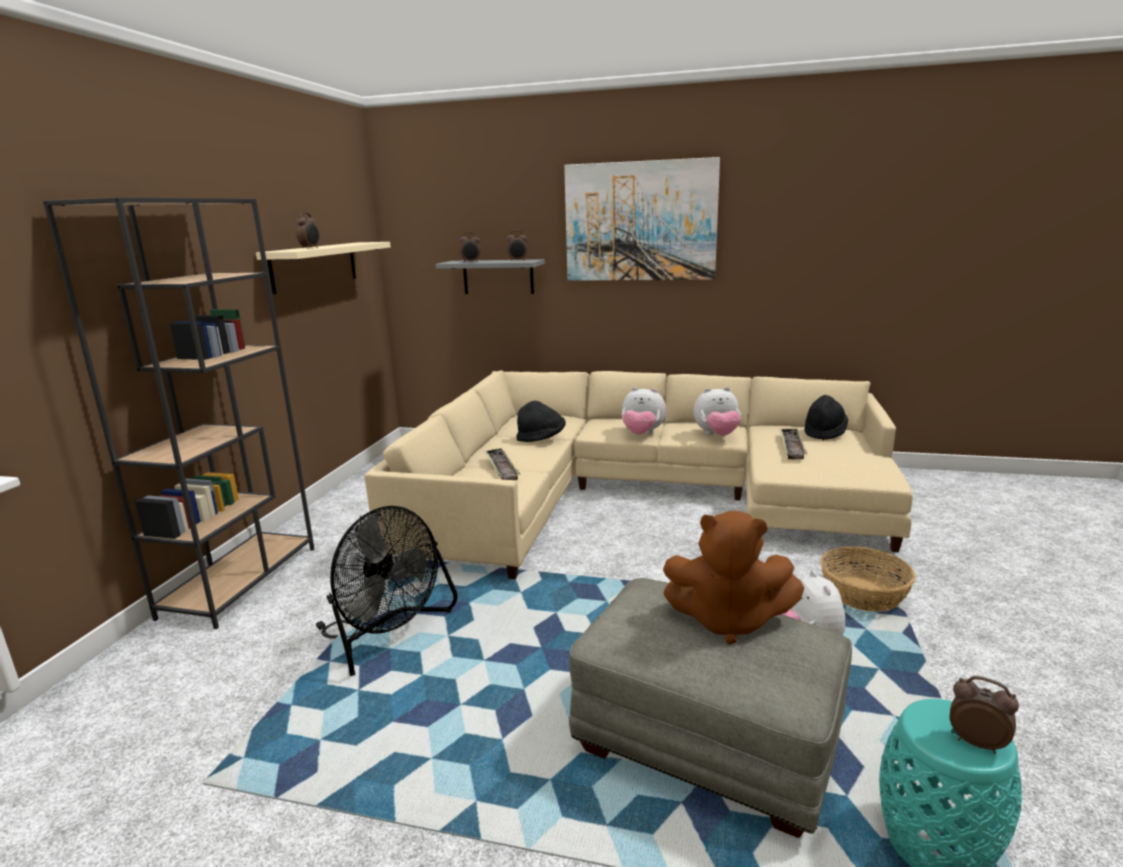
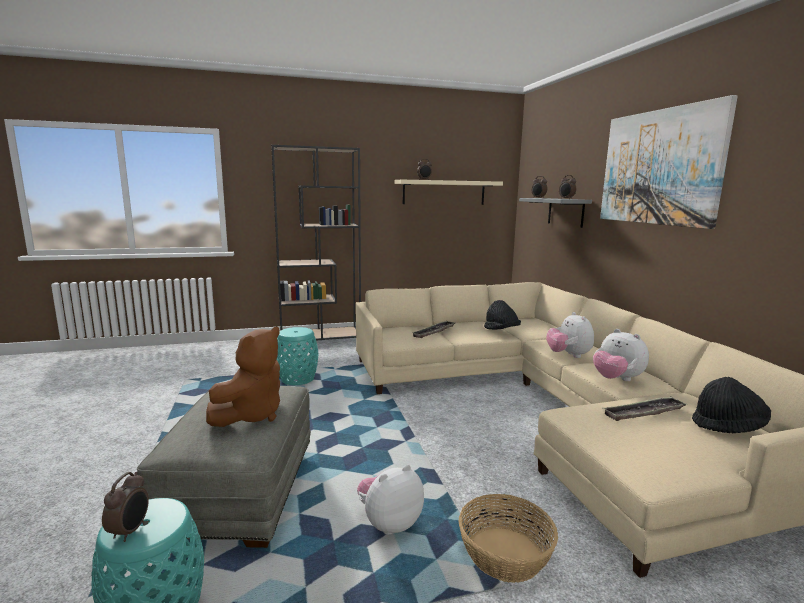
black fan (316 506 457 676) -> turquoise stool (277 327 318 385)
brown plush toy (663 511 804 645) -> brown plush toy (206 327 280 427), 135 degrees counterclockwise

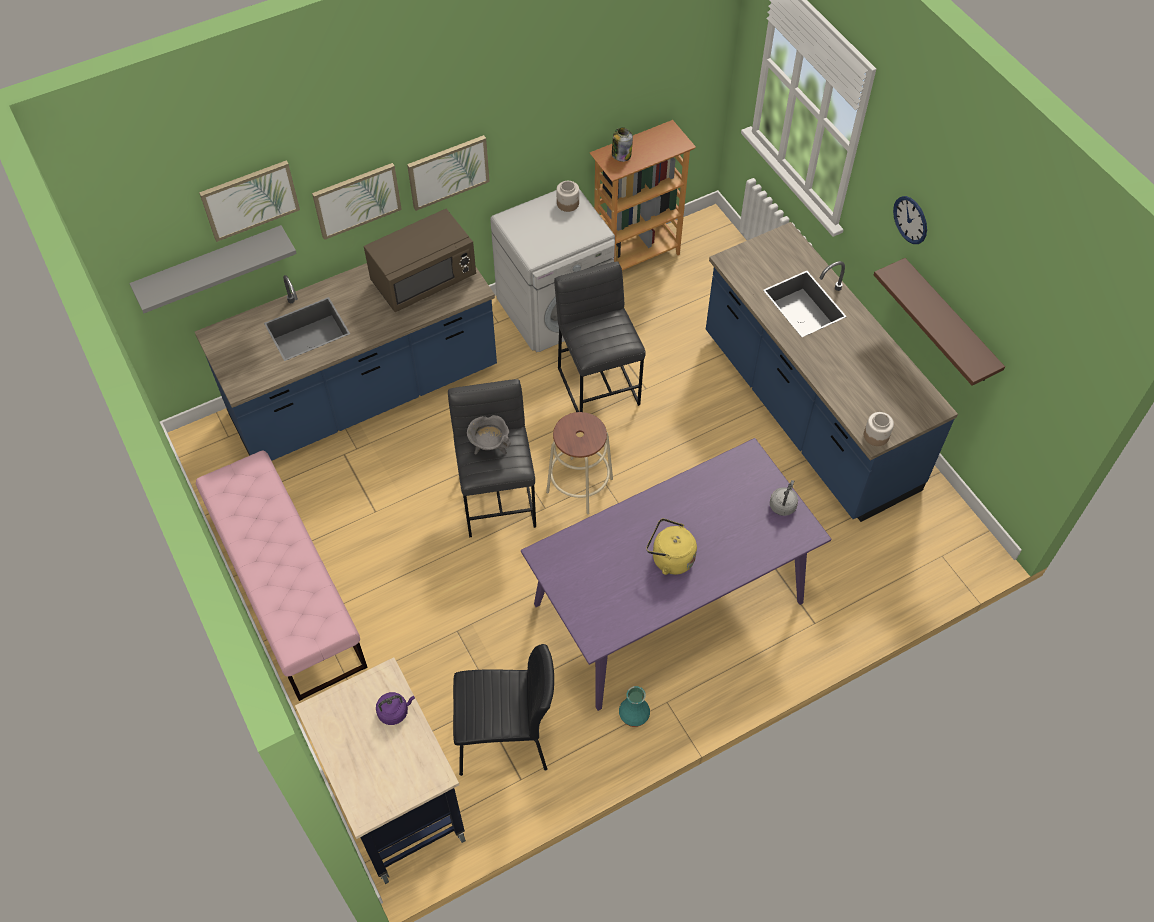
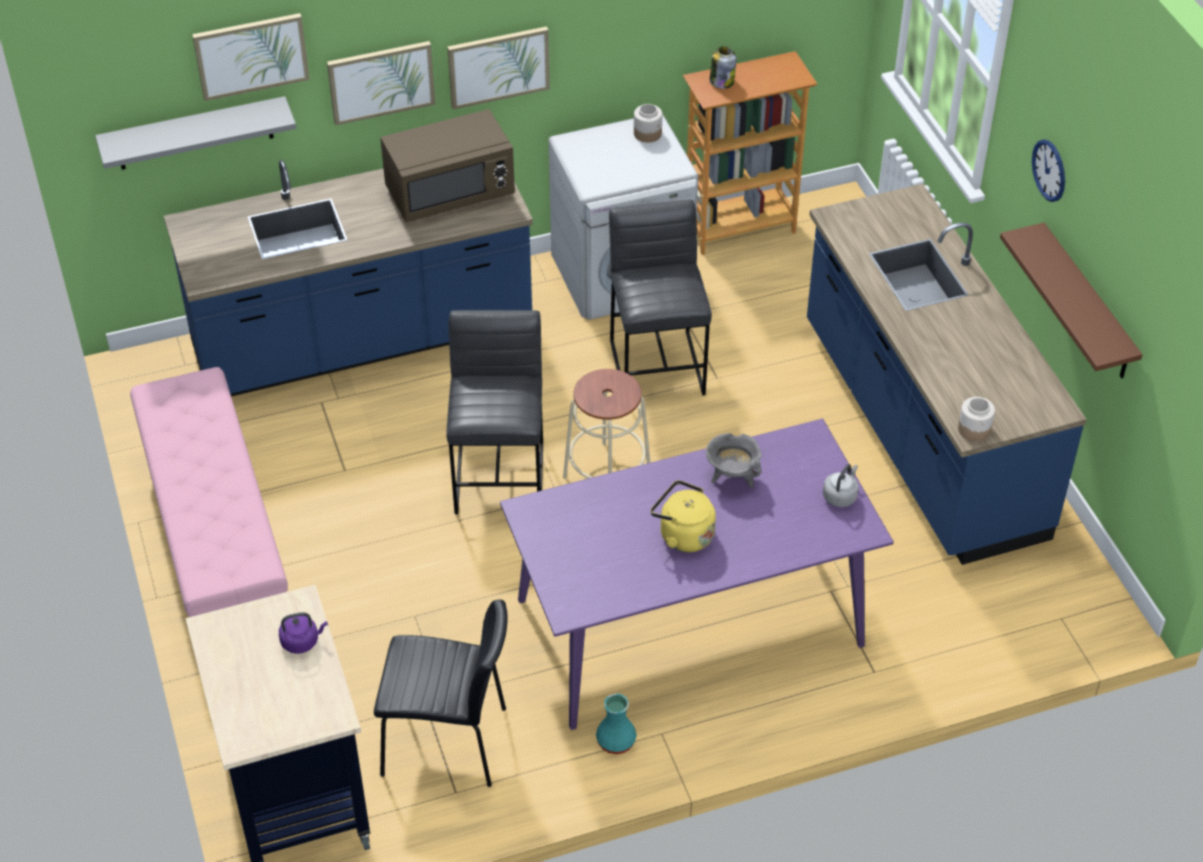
grey cooking pot (467 415 511 454) -> grey cooking pot (706 433 762 488), move

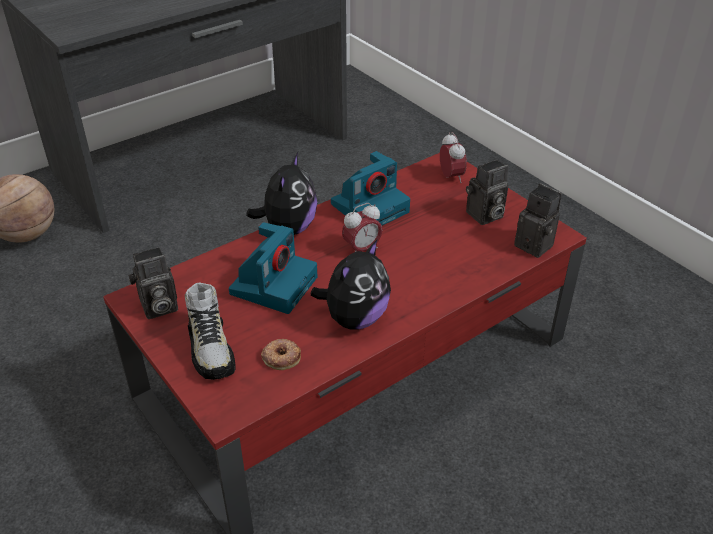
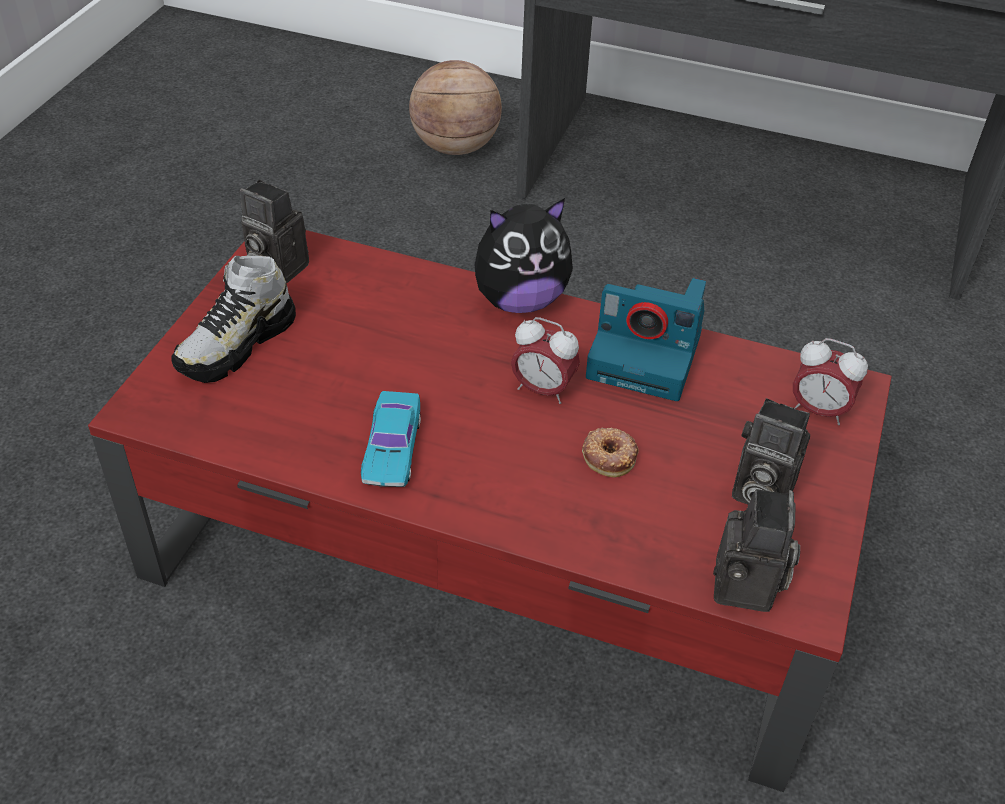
photo camera (229 222 317 314) -> none
donut (261 339 301 370) -> donut (582 428 639 477), move
plush toy (310 239 391 330) -> turquoise toy car (361 391 421 487)
alarm clock (440 132 467 183) -> alarm clock (793 338 868 425), 75 degrees clockwise

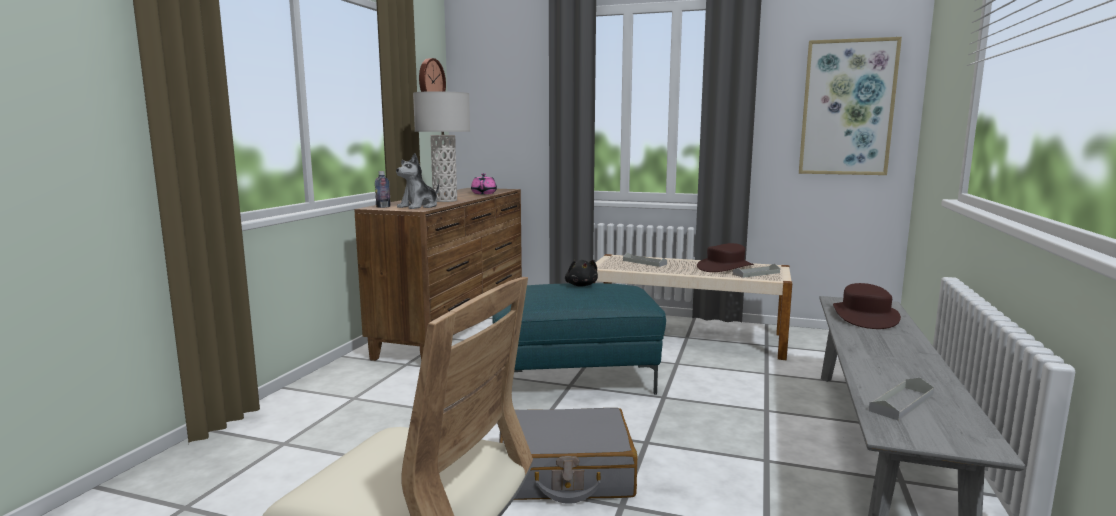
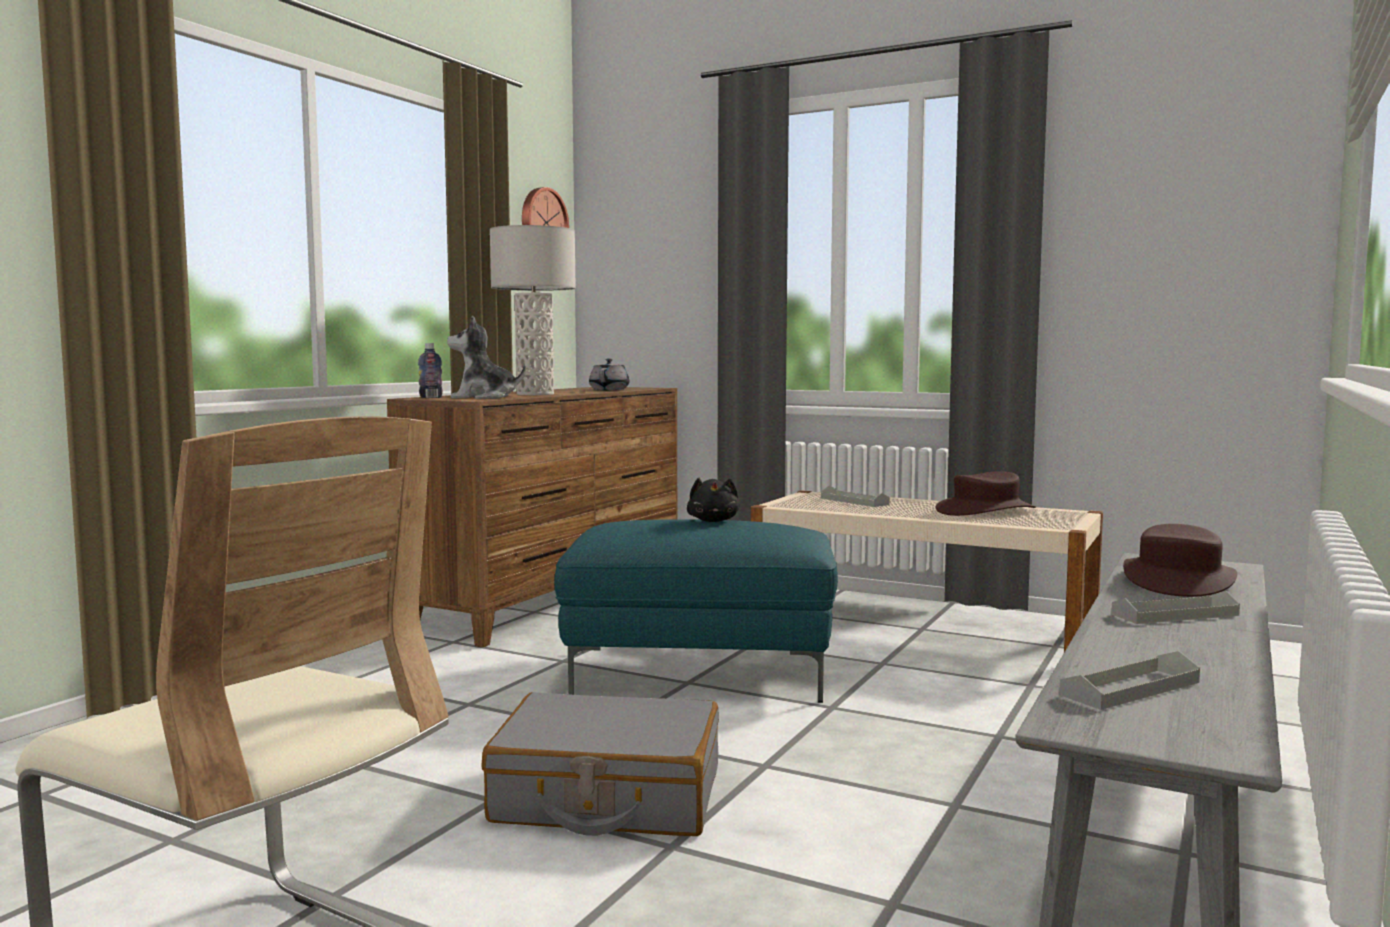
plush toy (396 153 439 209) -> plush toy (447 315 526 399), 45 degrees clockwise
pink teapot (471 173 497 194) -> grey teapot (589 358 630 391)
grey tray (733 264 780 278) -> grey tray (1111 591 1240 624), move
picture (799 37 902 175) -> none

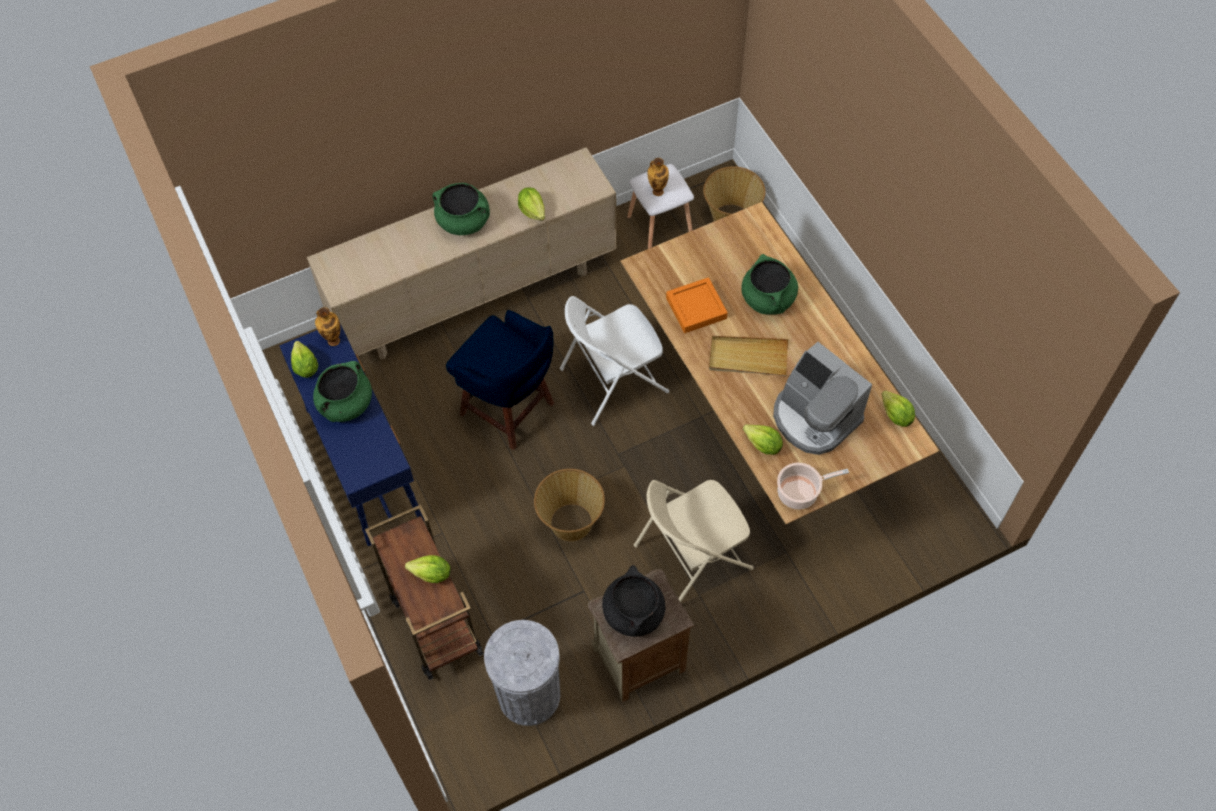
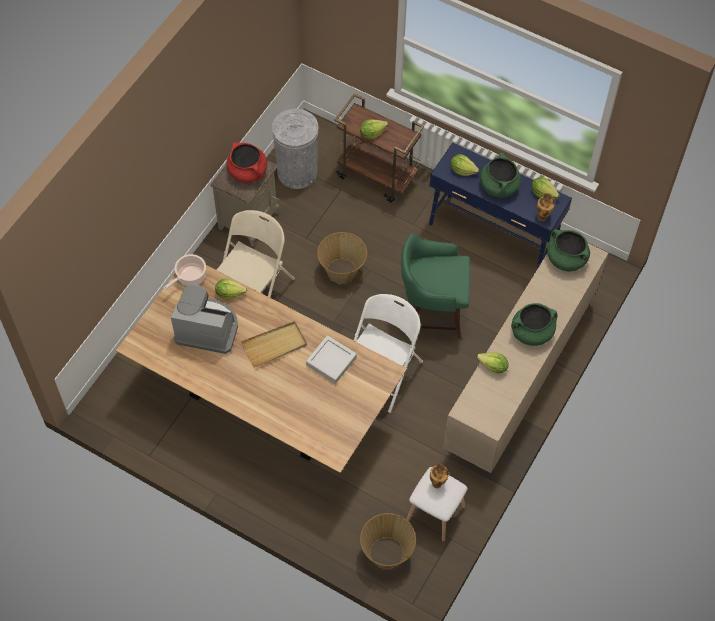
blue stool (446 310 554 450) -> green stool (401 233 470 339)
black cooking pot (602 565 665 637) -> red cooking pot (227 142 267 183)
orange tray (666 278 728 333) -> grey tray (306 335 357 384)
green cooking pot (741 254 798 315) -> green cooking pot (547 229 590 272), move
lettuce (882 390 915 427) -> lettuce (450 154 479 176), move

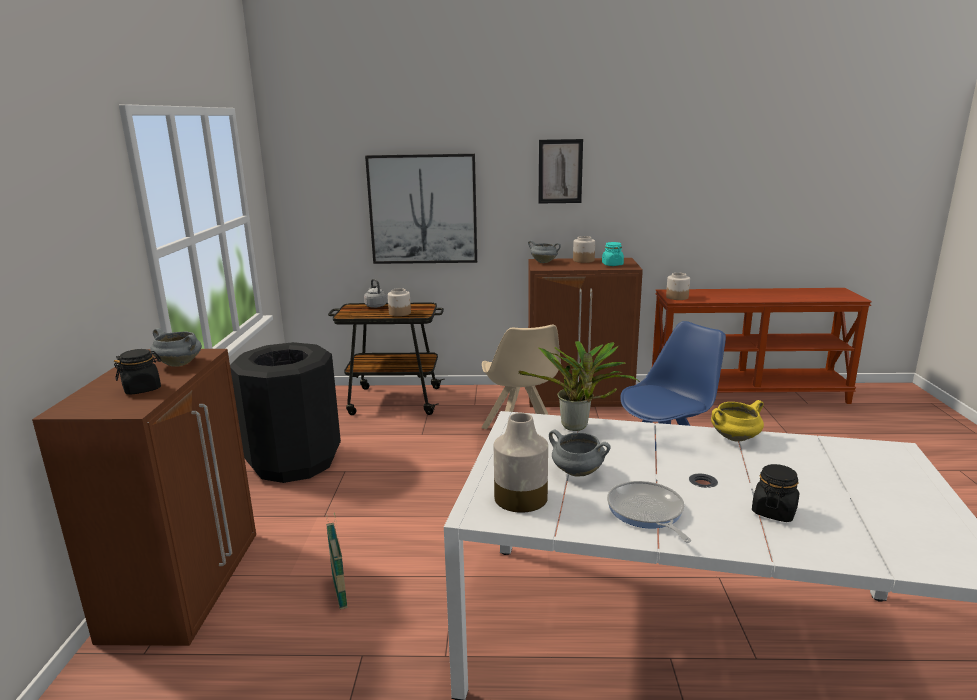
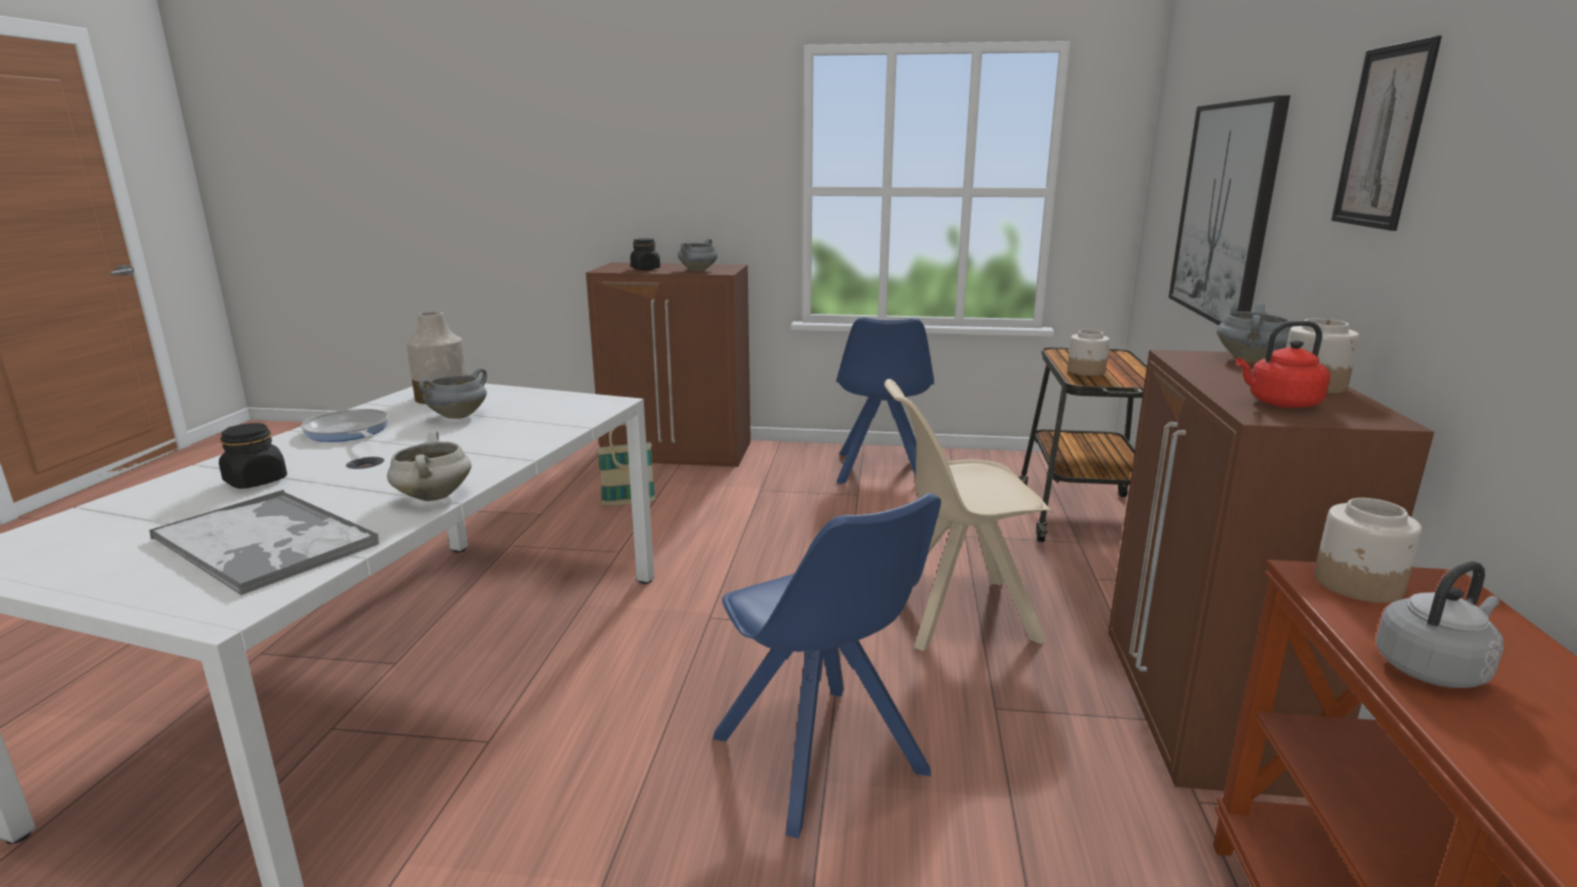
black trash can (230 342 341 483) -> blue chair (836 317 934 484)
grey kettle (364 279 387 308) -> grey kettle (1376 561 1504 688), move
potted plant (518 341 640 431) -> none
turquoise jar (602 242 624 266) -> red kettle (1236 321 1330 408)
frying pan (607 481 691 543) -> frying pan (301 409 389 442), 120 degrees counterclockwise
yellow cooking pot (711 400 764 441) -> white cooking pot (387 430 471 501)
none -> tray (149 490 379 595)

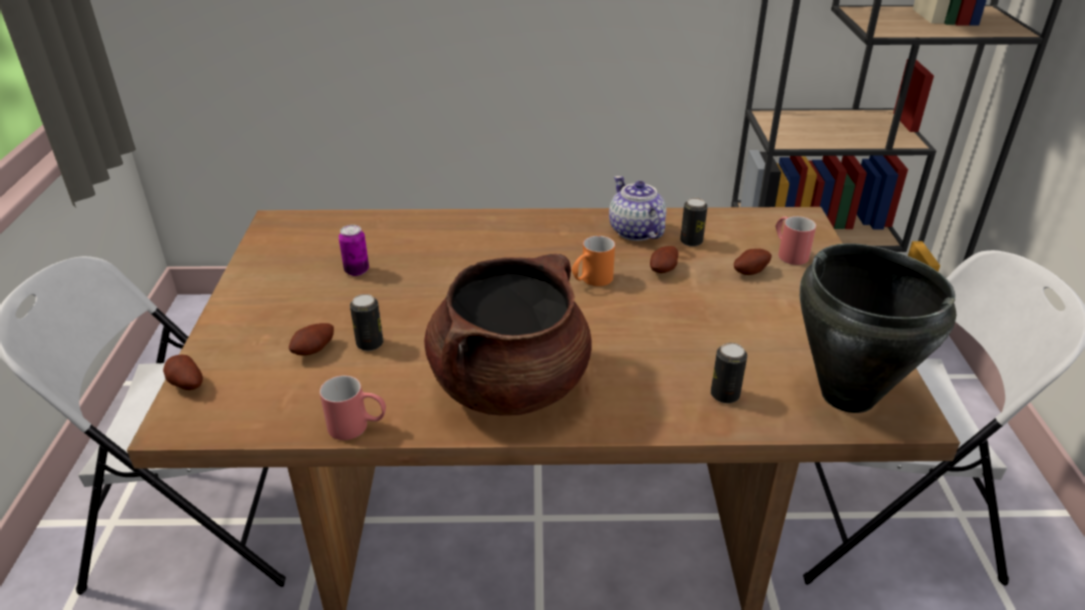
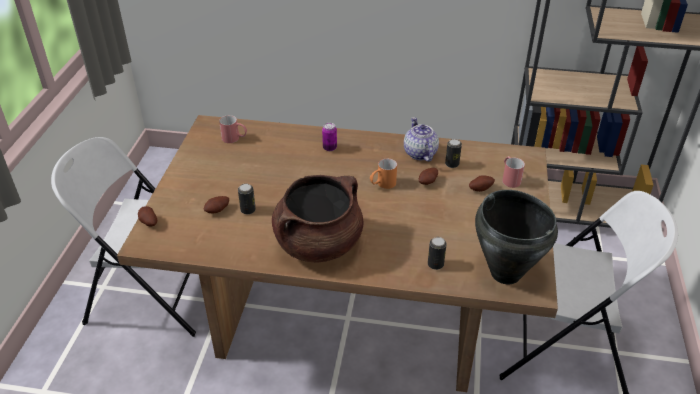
red mug (320 376 386 440) -> red mug (219 115 247 143), move
can (339 225 369 276) -> can (322 123 337 151), move

